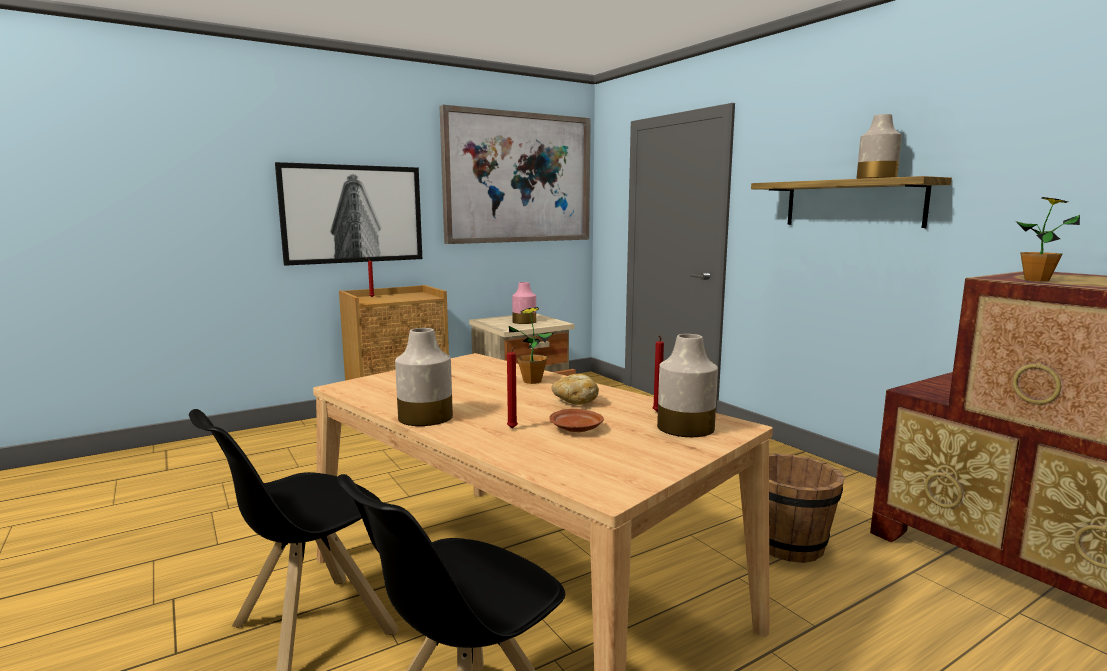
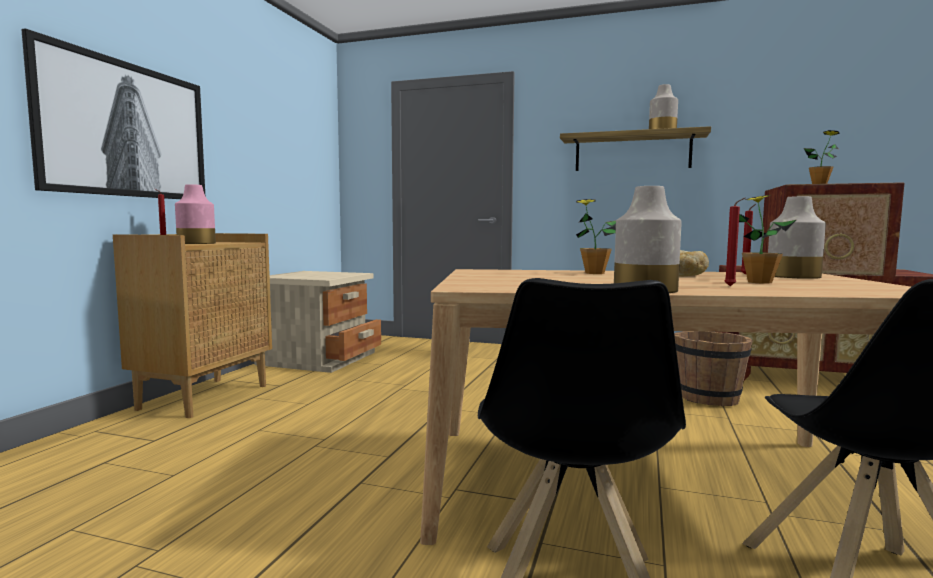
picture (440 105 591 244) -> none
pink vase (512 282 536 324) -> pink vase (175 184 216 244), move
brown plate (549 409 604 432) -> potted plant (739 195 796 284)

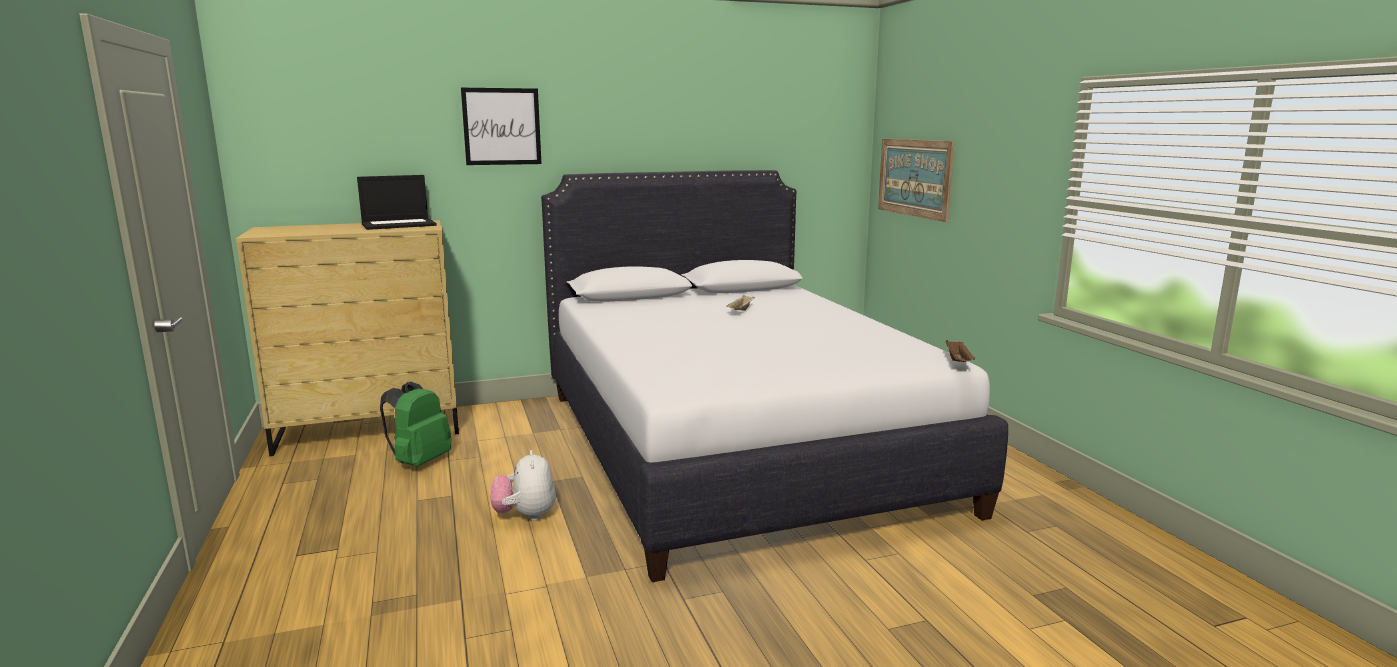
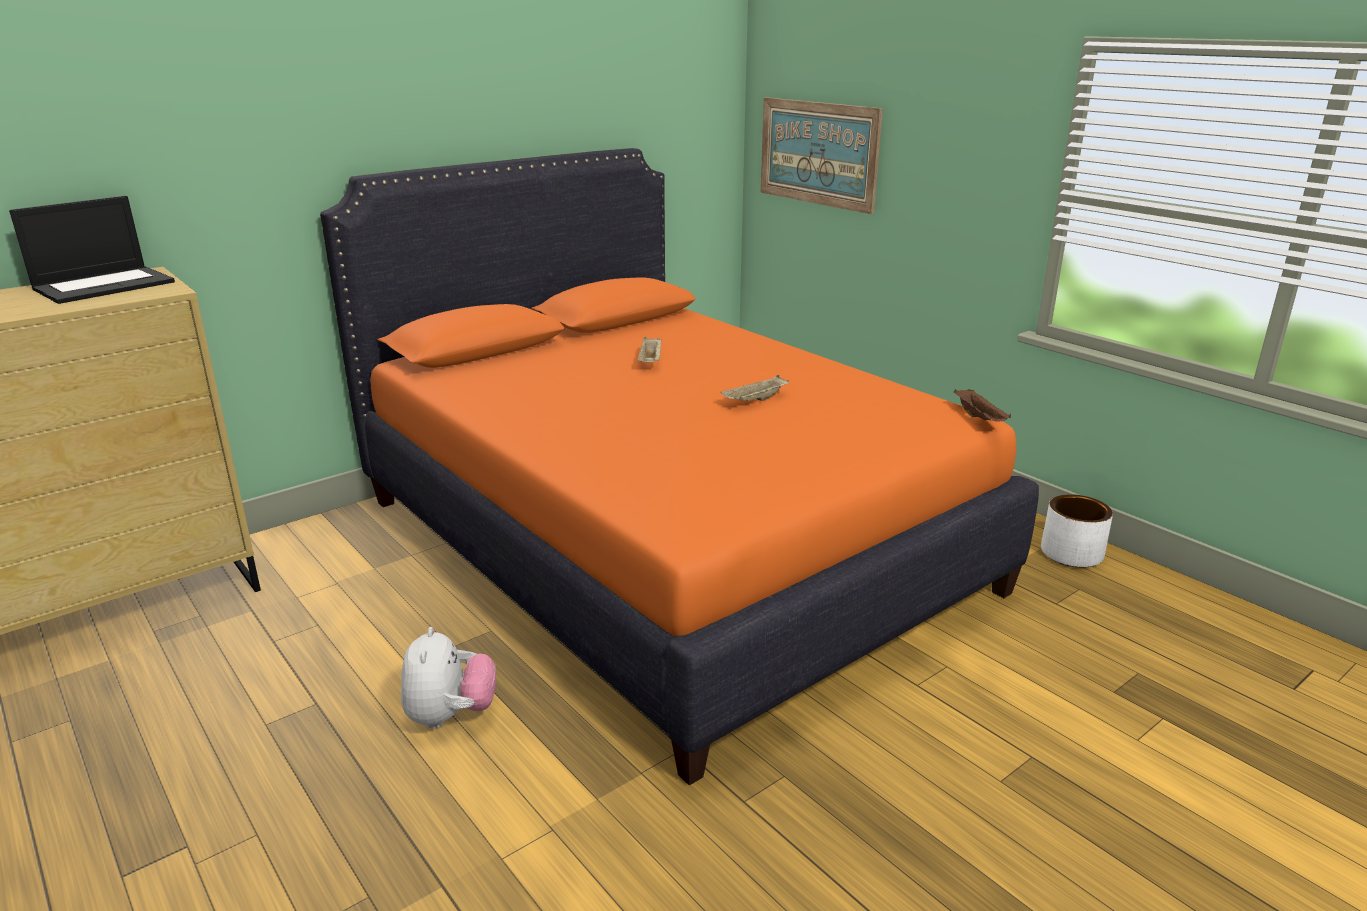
green backpack (380 381 452 466) -> none
picture (461 88 541 165) -> none
plush toy (490 450 556 521) -> plush toy (401 627 496 728), 150 degrees counterclockwise
white bed (541 170 1008 582) -> orange bed (320 148 1039 785)
none -> beige tray (720 375 789 401)
none -> white planter (1041 494 1113 568)

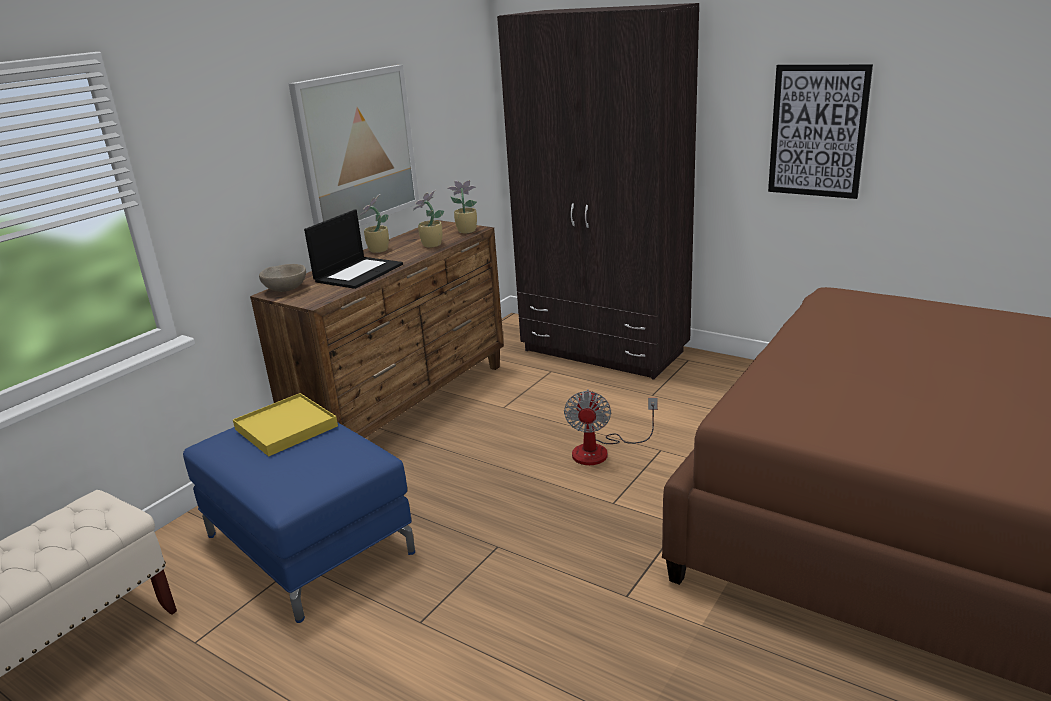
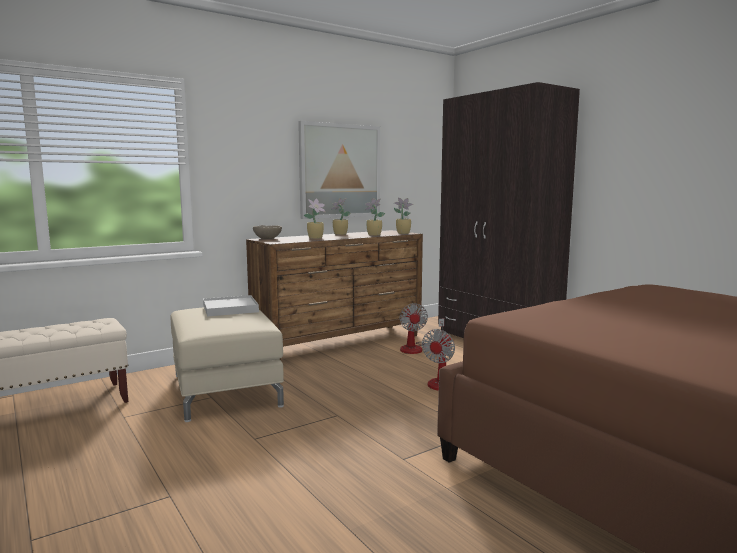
blue ottoman (183 422 415 623) -> beige ottoman (171 307 284 422)
yellow tray (233 393 338 456) -> white tray (203 295 259 316)
laptop (304 209 403 289) -> potted plant (304 199 325 239)
picture (768 64 873 199) -> none
none -> fan (400 303 444 354)

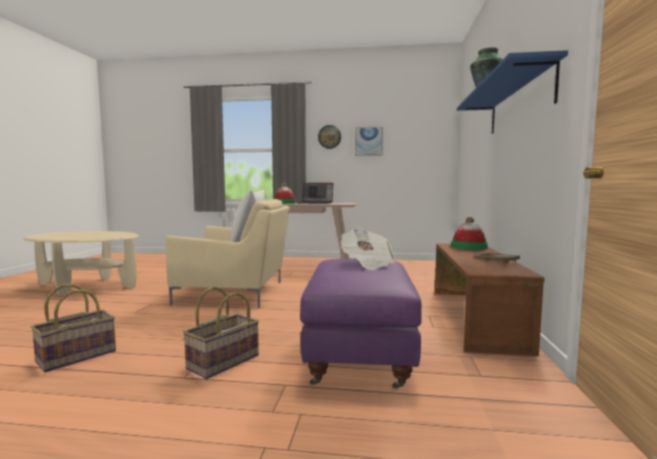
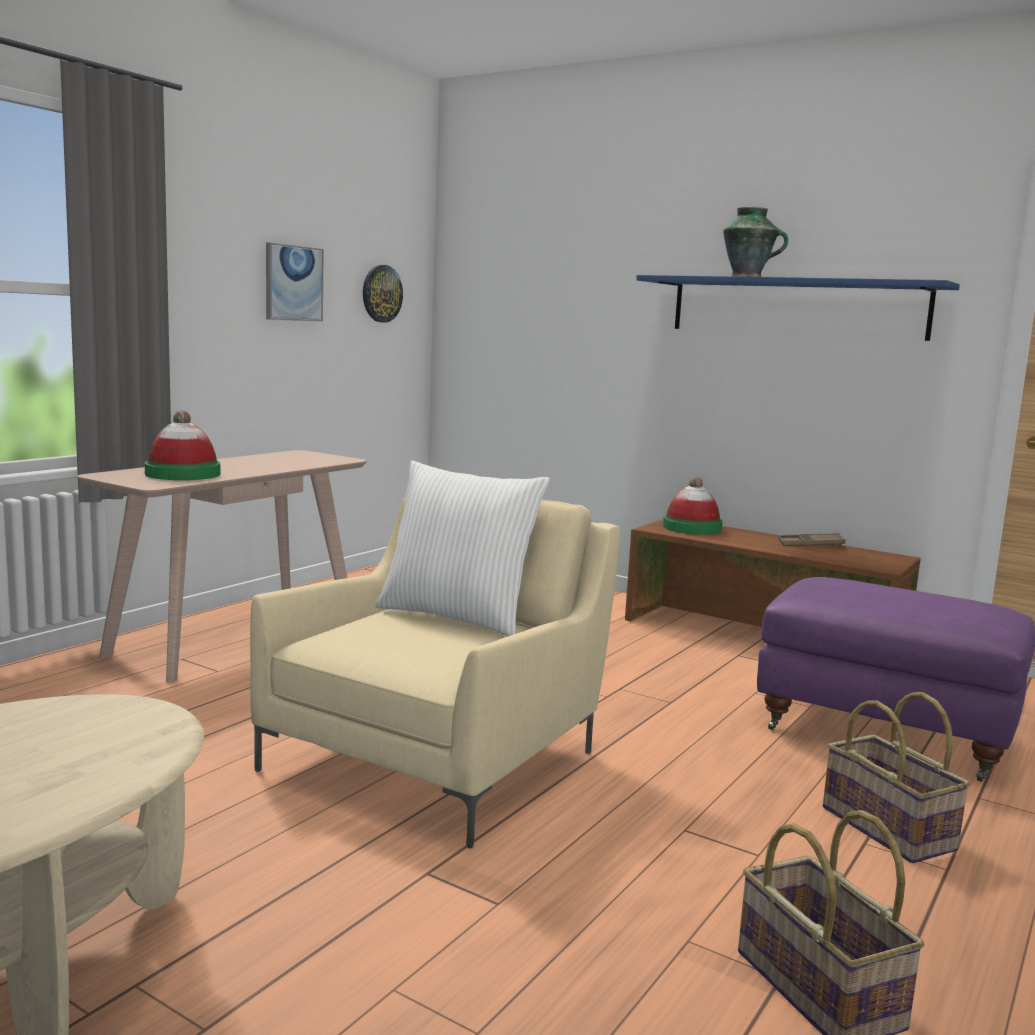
laptop (297 183 333 204) -> none
wall clock (318 125 341 149) -> wall clock (363 265 403 323), move
newspaper (341 229 395 270) -> none

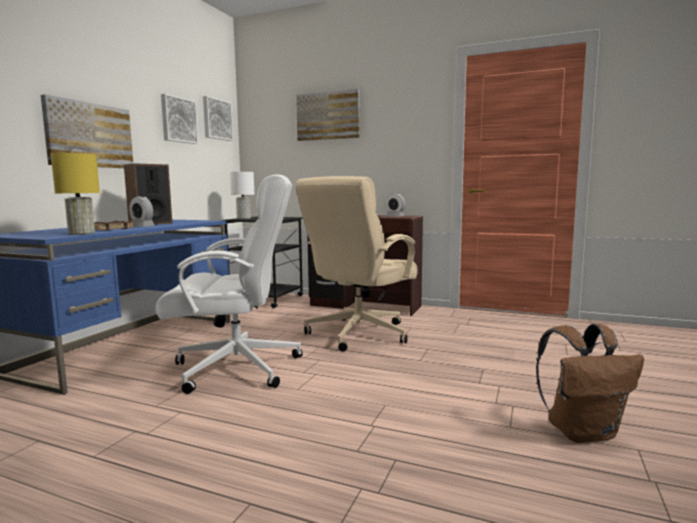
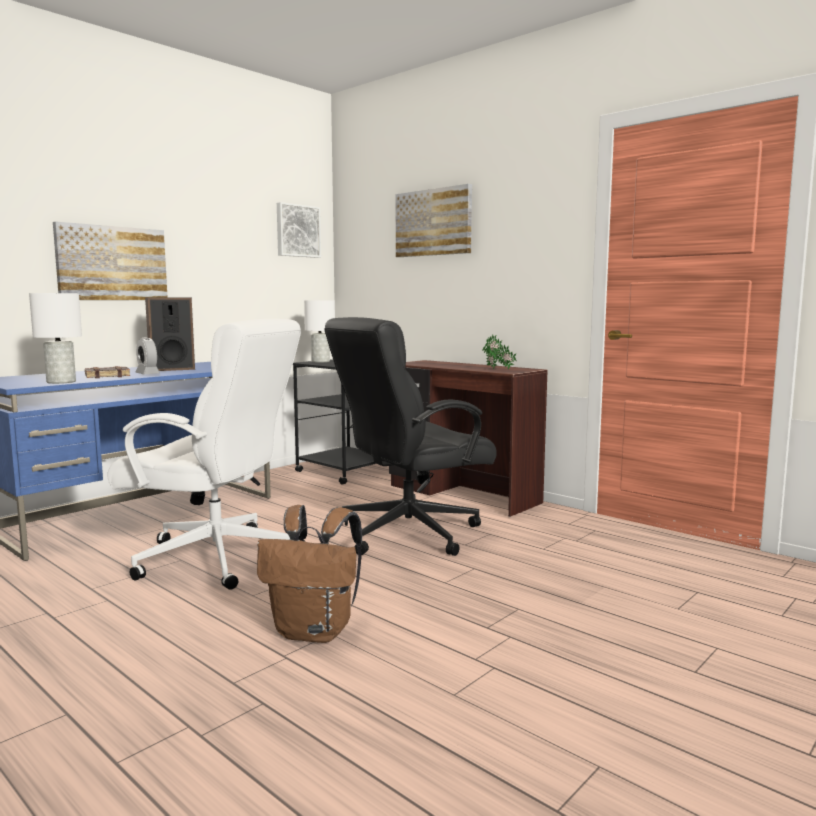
yellow table lamp (51 153 100 235) -> white table lamp (29 293 82 384)
picture (161 94 198 144) -> none
beige office chair (296 176 418 352) -> black office chair (325 317 497 556)
alarm clock (385 193 406 216) -> potted plant (482 335 517 370)
brown backpack (536 324 644 443) -> brown backpack (257 505 362 643), move

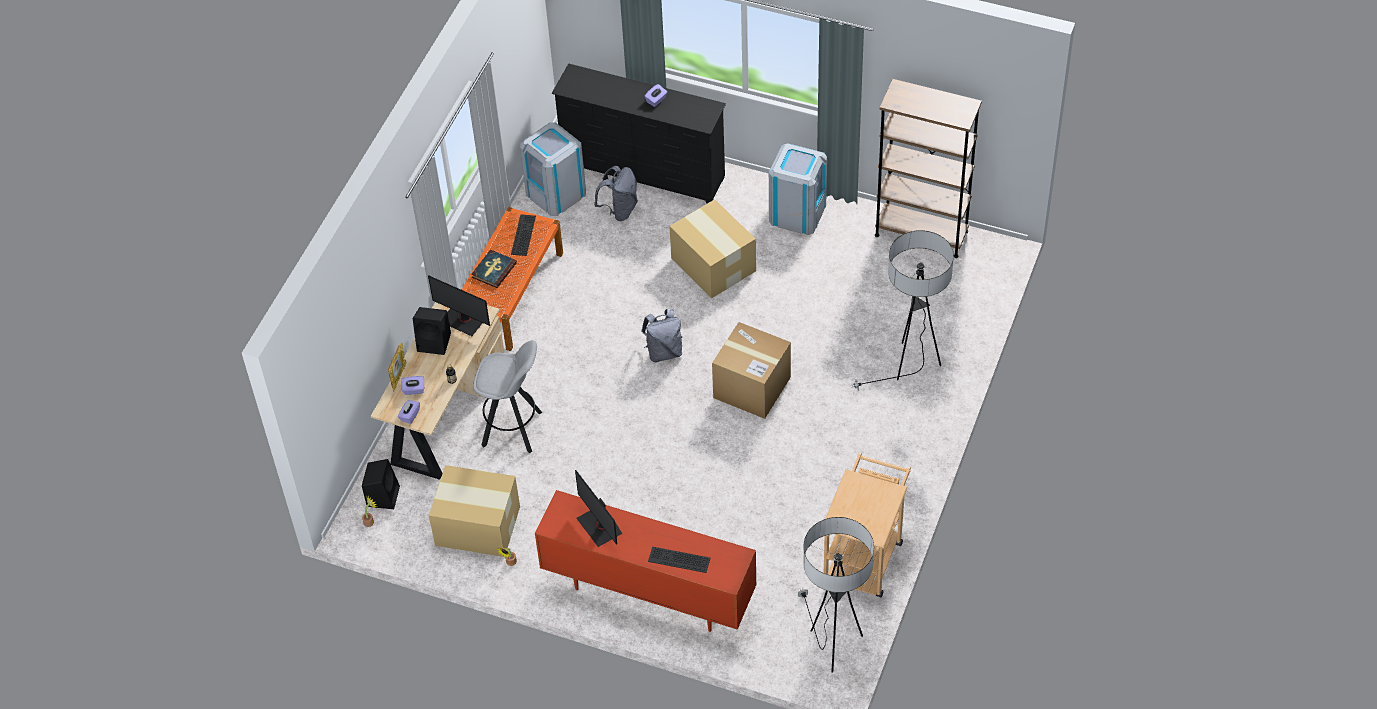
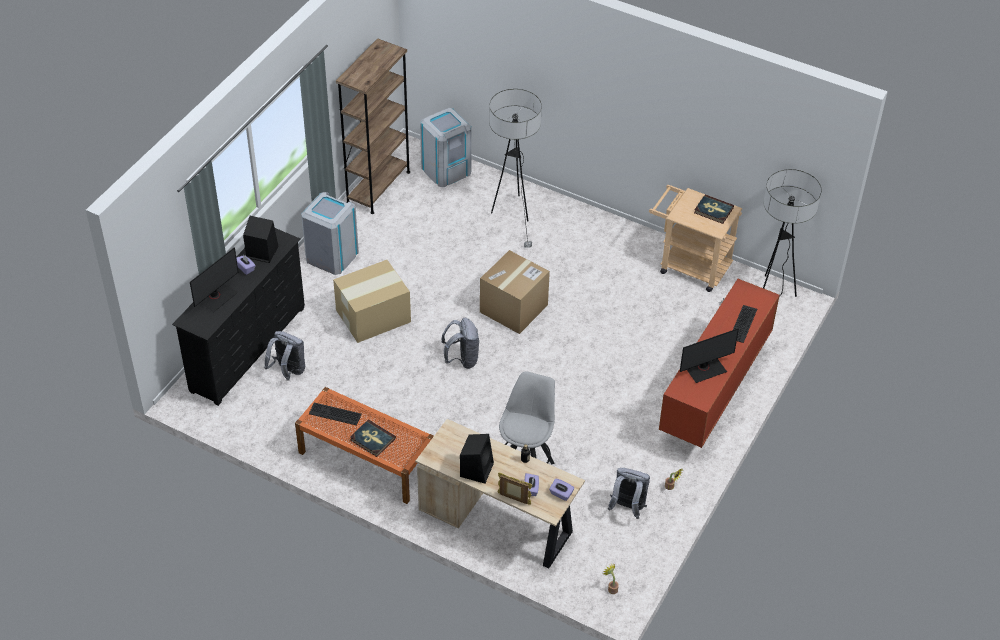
black speaker (362 459 400 509) -> black speaker (243 216 279 263), move
monitor (428 275 490 336) -> monitor (190 247 238 312), move
cardboard box (429 465 520 557) -> grey backpack (608 468 650 519)
grey trash can (520 123 586 216) -> grey trash can (420 108 471 187), move
none -> book (694 194 734 224)

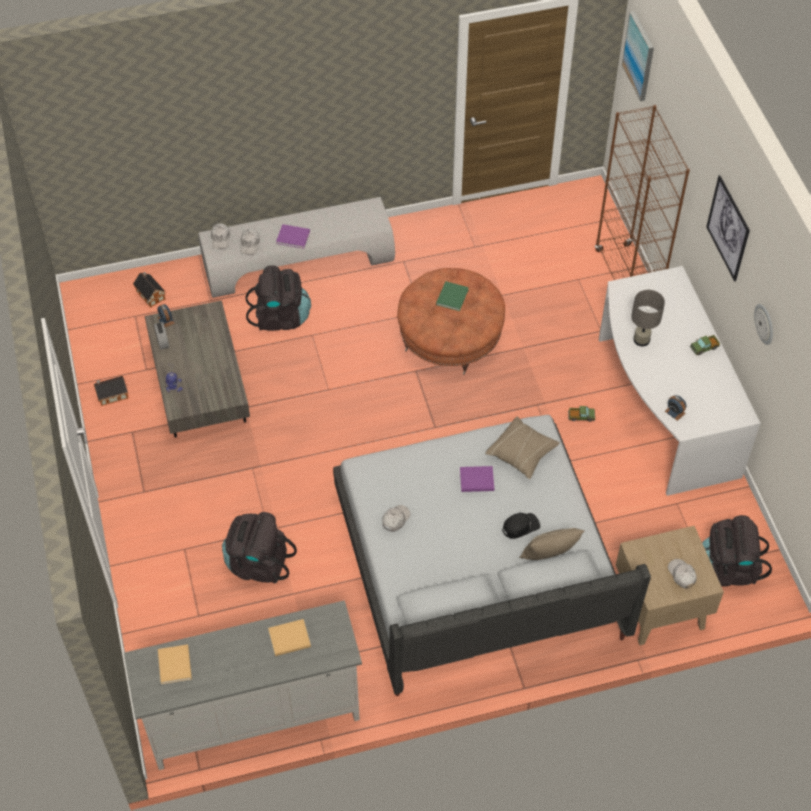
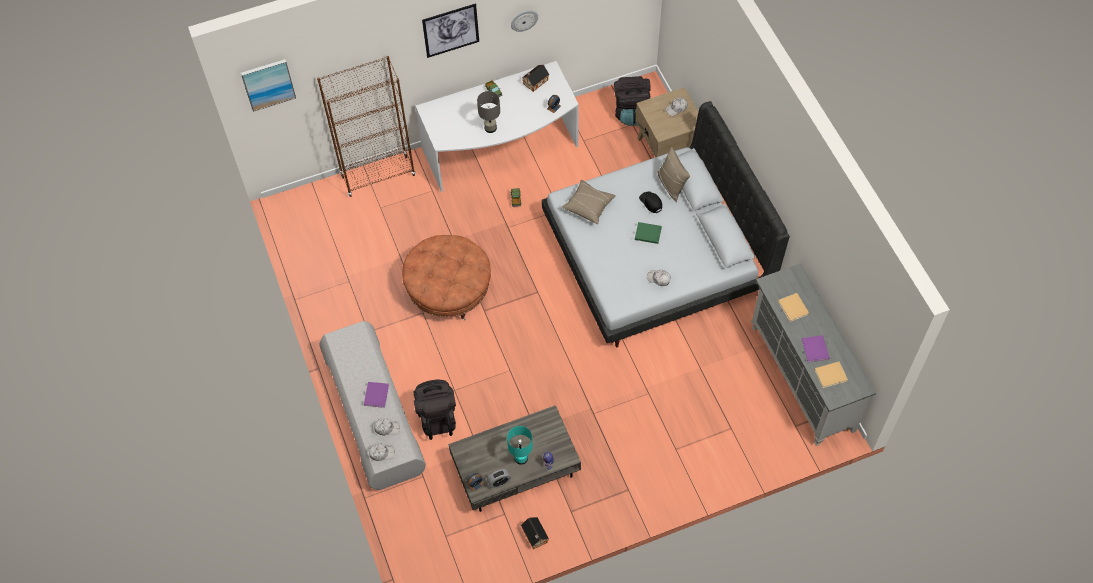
toy house (133 272 165 308) -> toy house (522 65 549 92), move
black backpack (222 512 297 584) -> none
green book (436 281 469 311) -> green book (635 222 662 244), move
purple book (460 466 494 492) -> purple book (802 335 830 362), move
none -> turquoise table lamp (507 426 533 465)

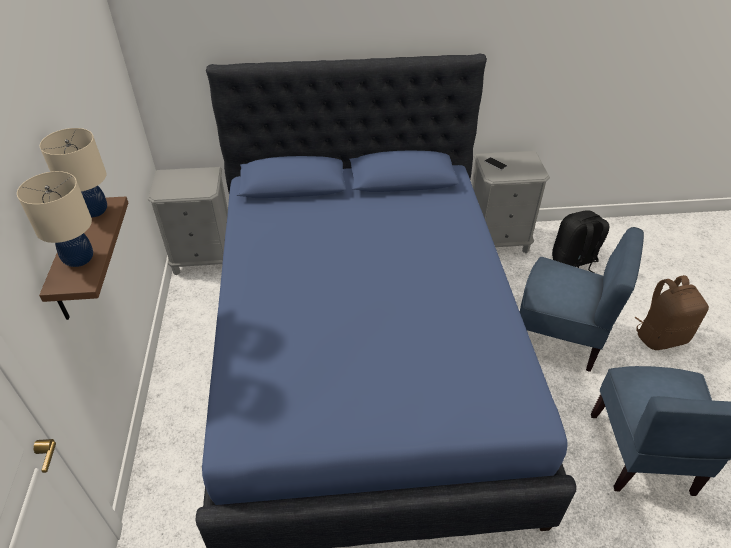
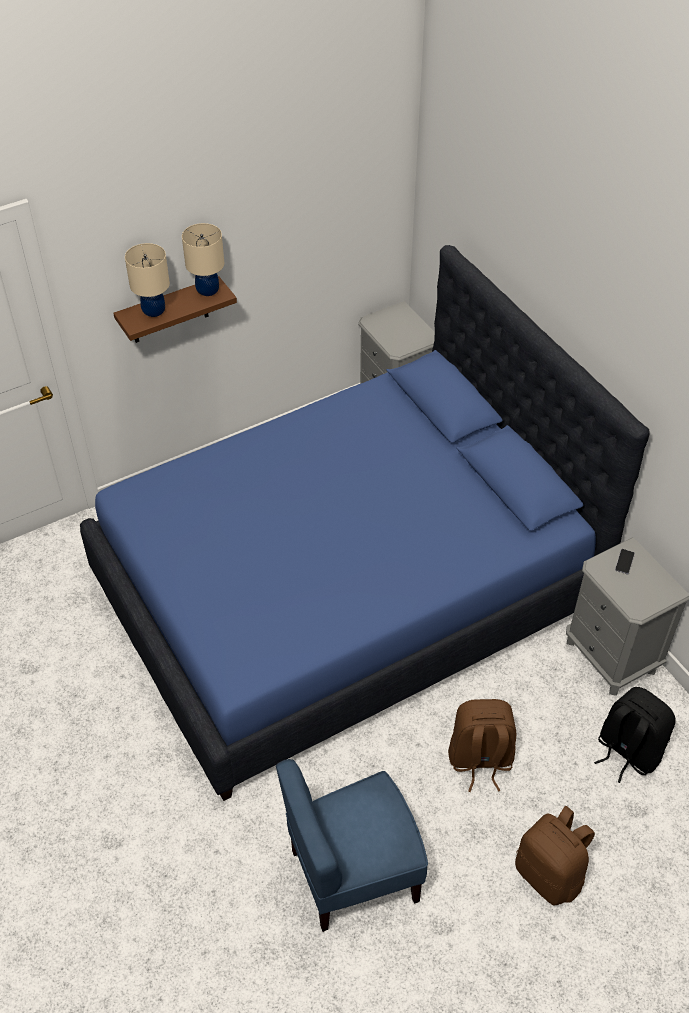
blue chair (520 227 644 372) -> brown backpack (448 699 516 792)

